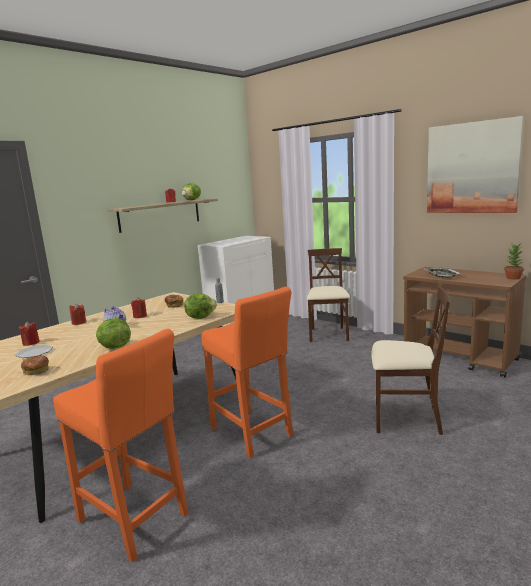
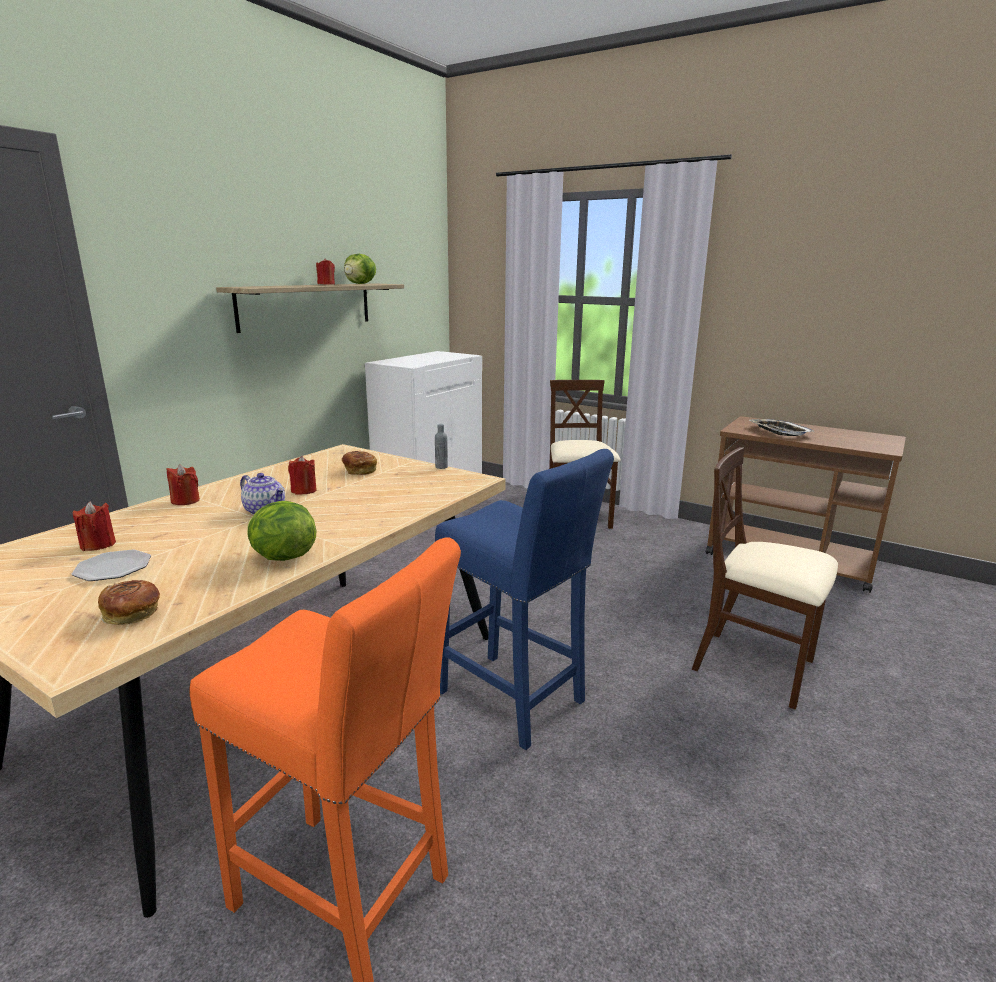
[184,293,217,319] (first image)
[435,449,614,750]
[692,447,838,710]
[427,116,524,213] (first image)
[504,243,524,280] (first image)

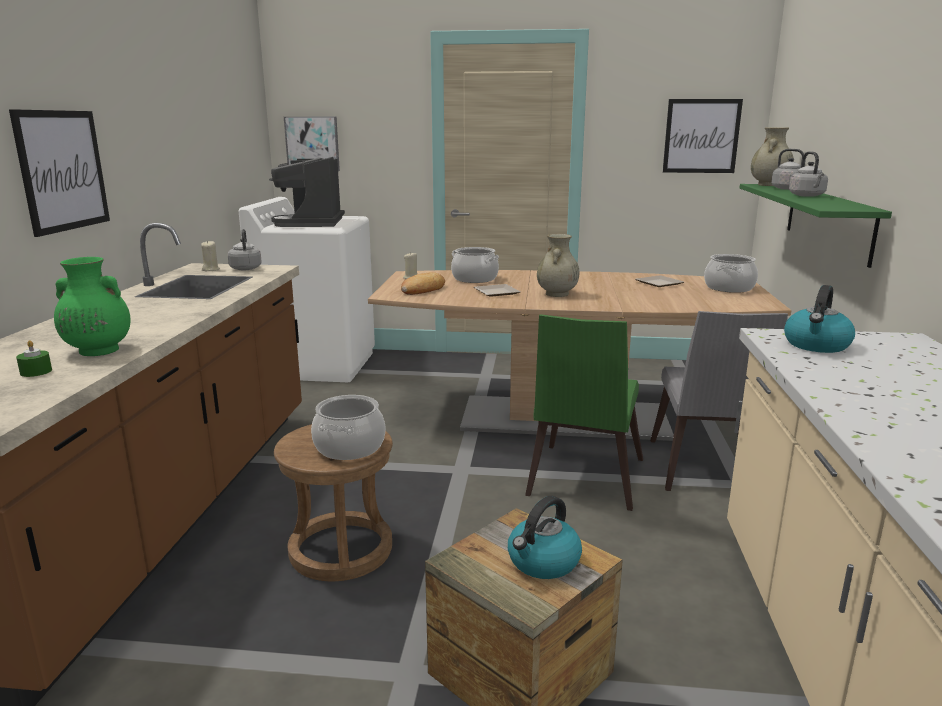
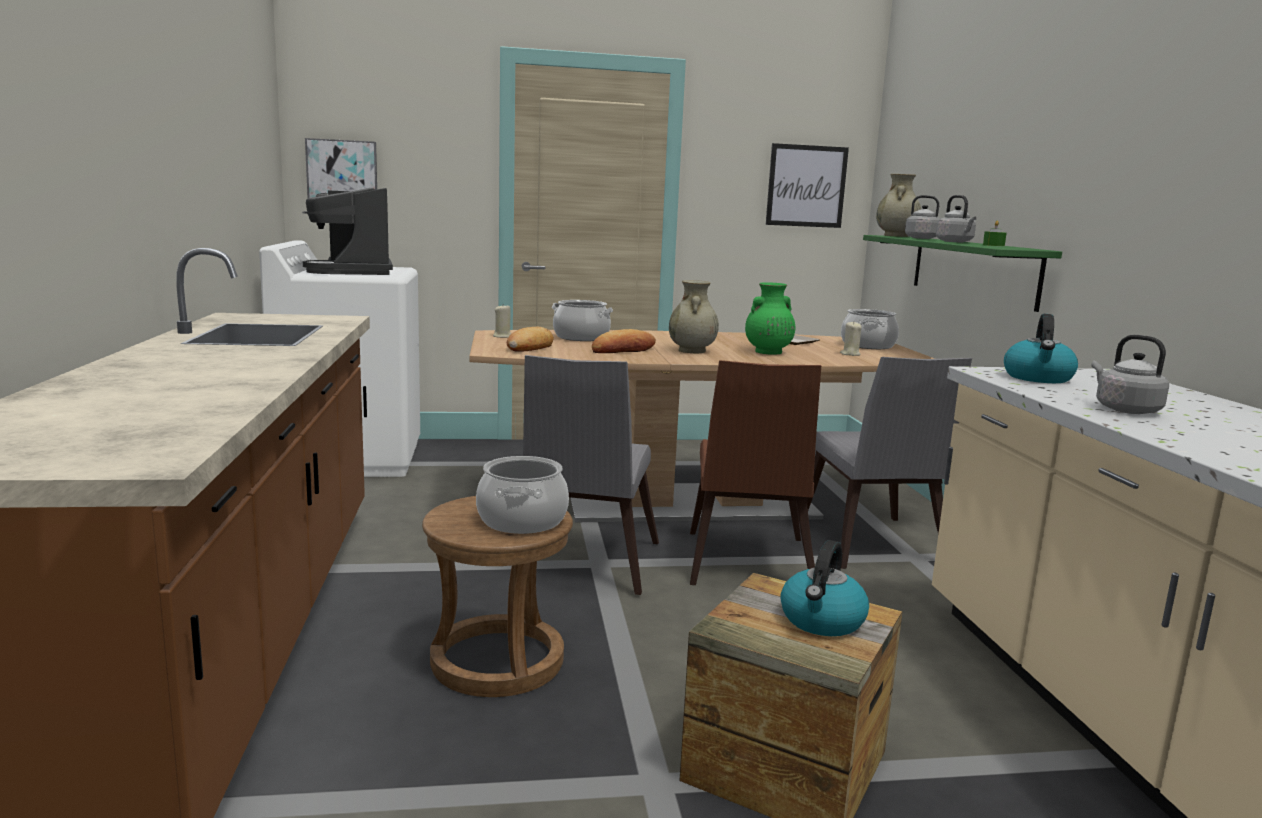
[9,109,110,237] (first image)
[983,221,1007,246]
[745,282,795,355]
[840,322,861,356]
[1092,335,1169,414]
[592,329,656,353]
[690,360,821,585]
[523,355,659,595]

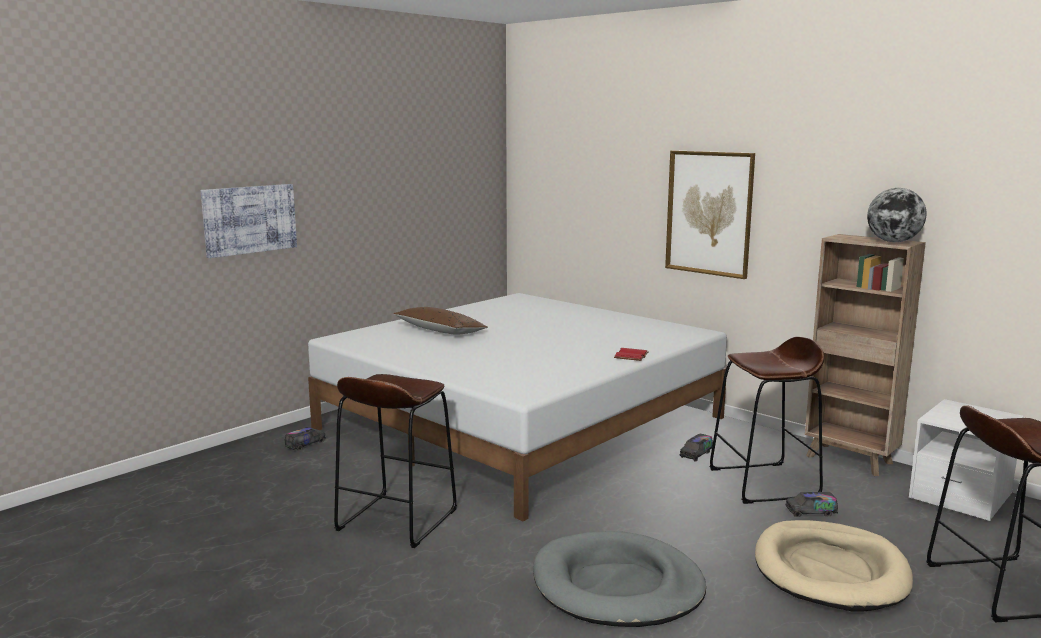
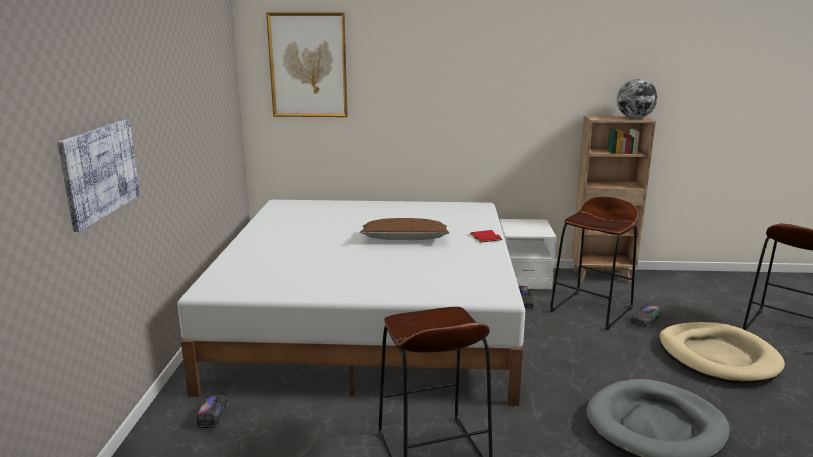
[360,218,450,240]
[266,12,348,117]
[500,219,556,290]

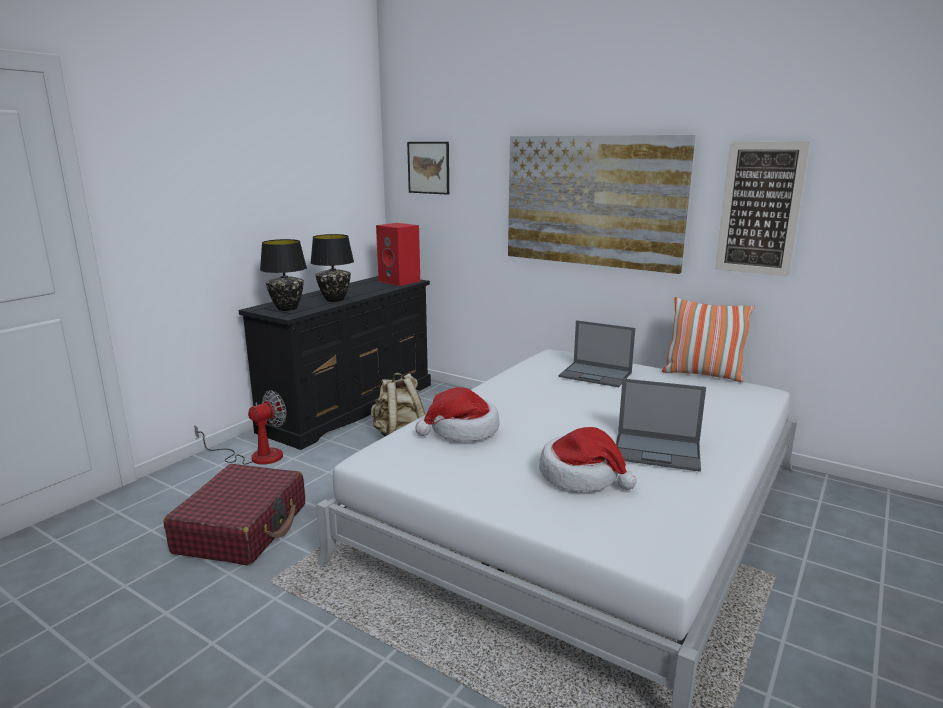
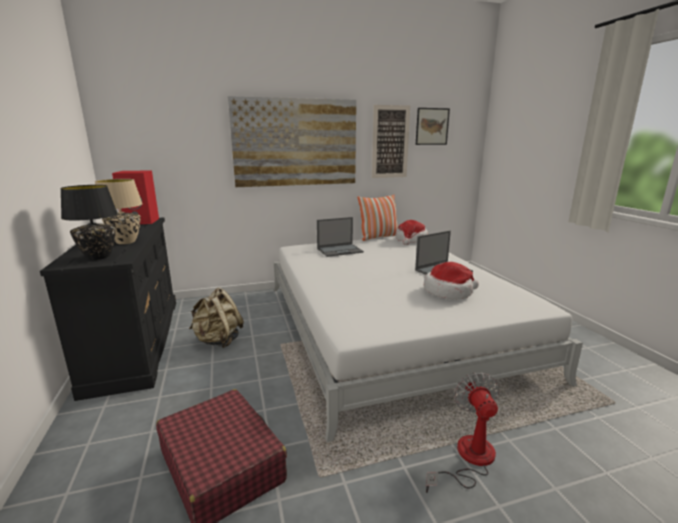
[426,372,499,493]
[95,179,143,244]
[416,108,450,145]
[396,220,428,245]

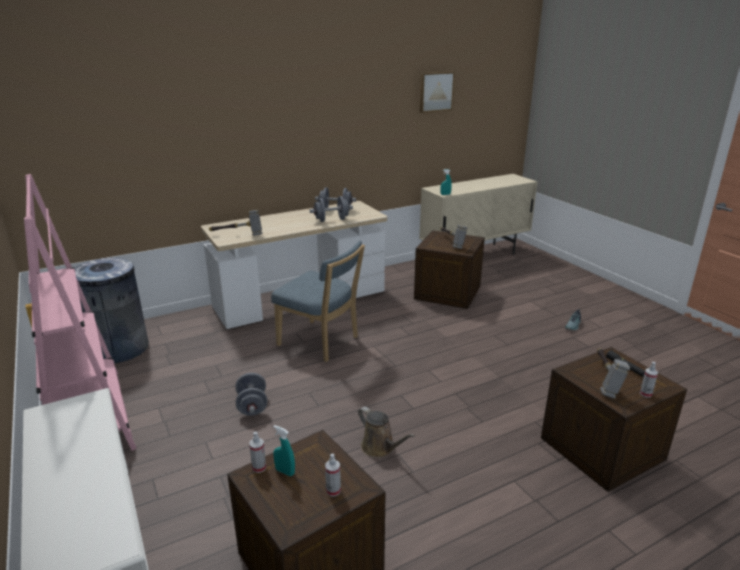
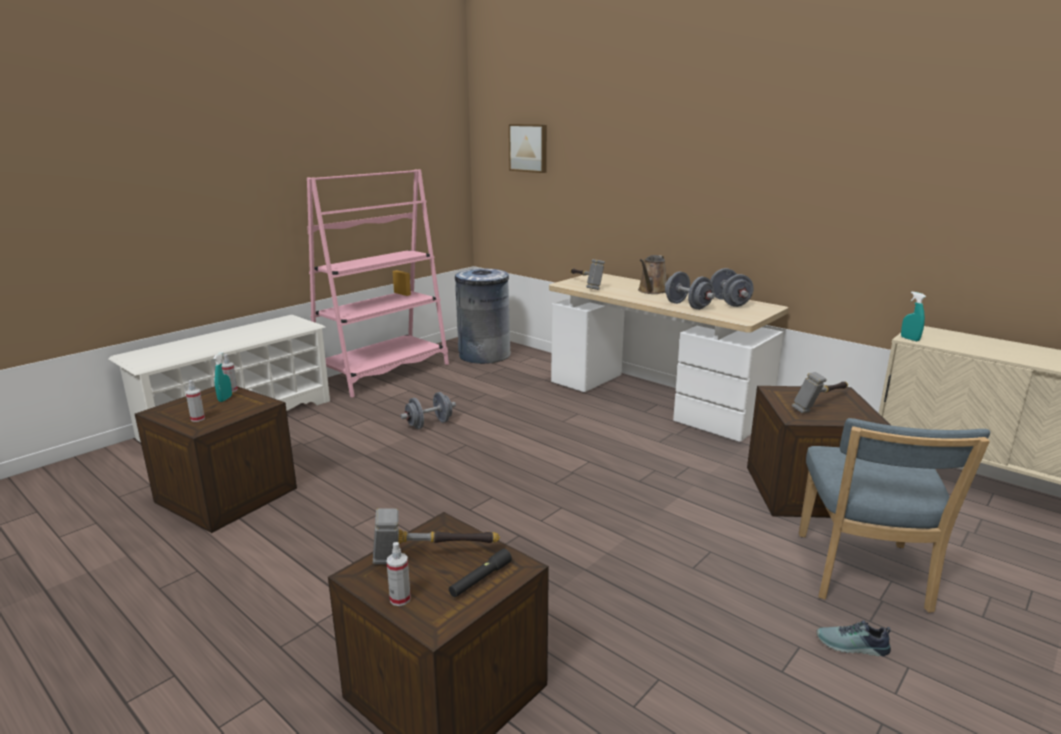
[799,418,990,613]
[638,255,667,294]
[509,124,547,173]

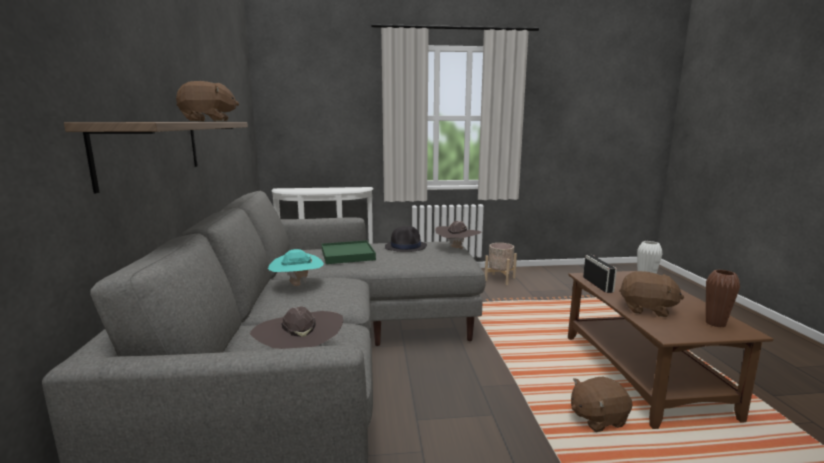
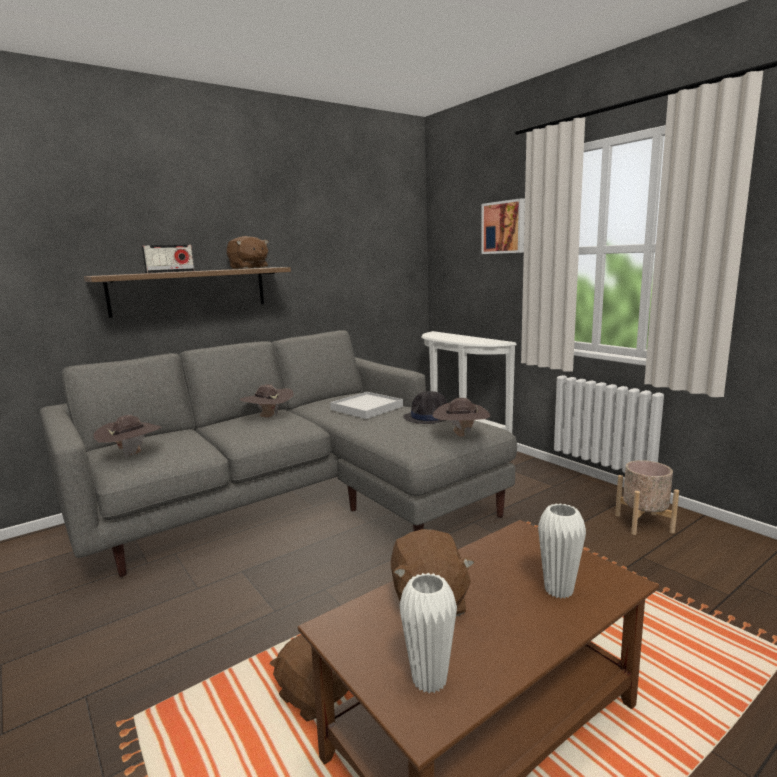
[240,384,294,418]
[330,392,403,419]
[142,245,194,273]
[399,573,457,693]
[481,198,525,254]

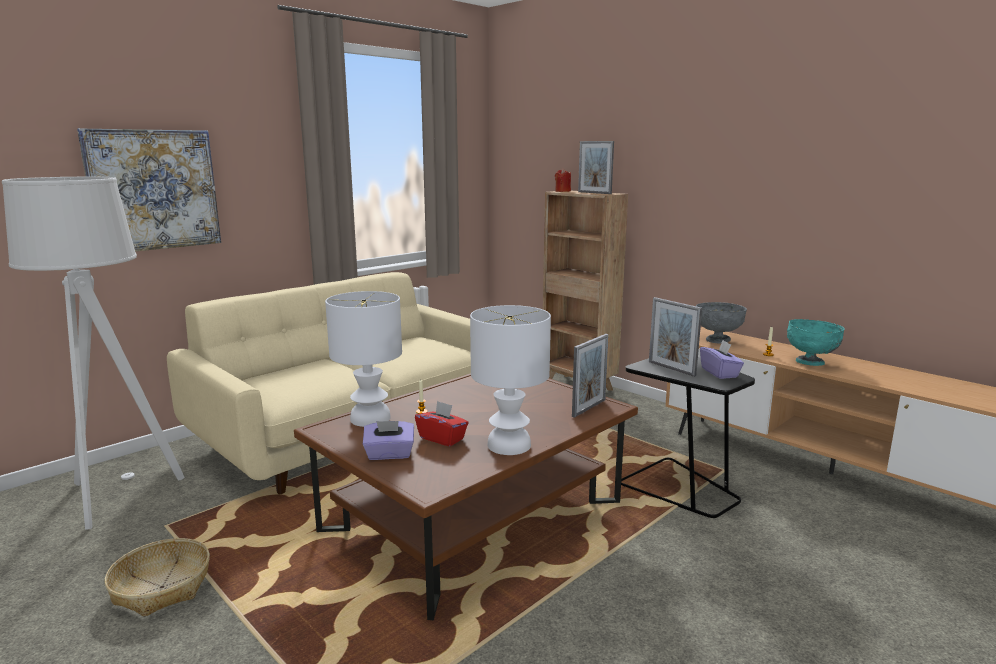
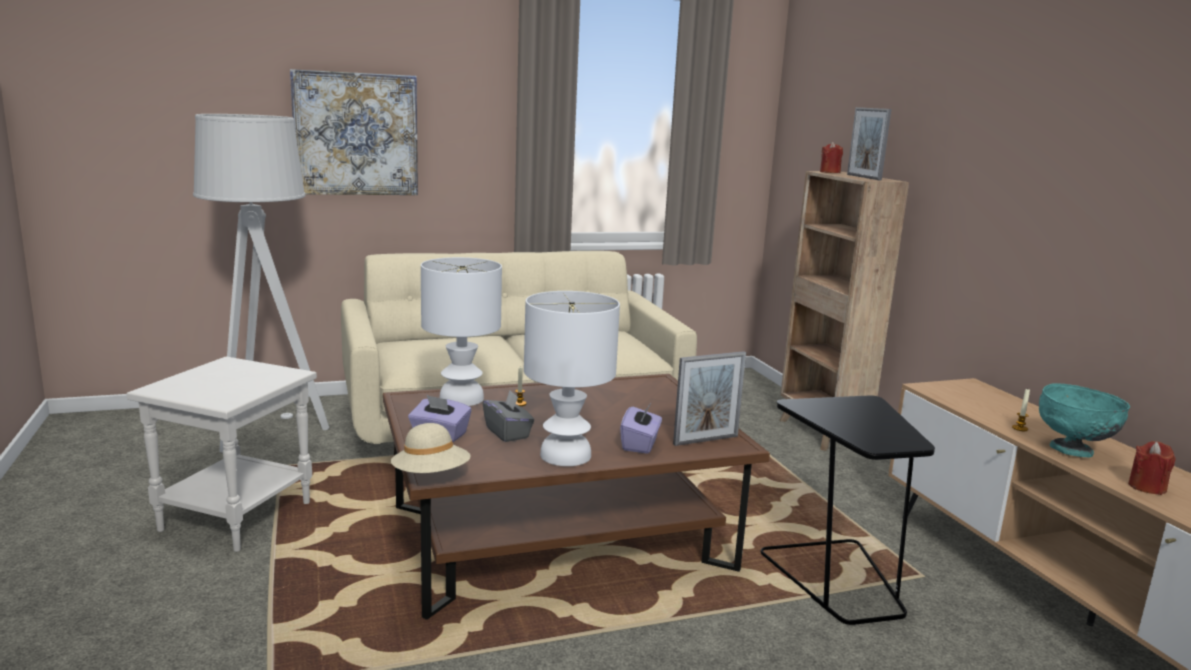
[127,356,317,552]
[483,390,534,442]
[649,297,702,377] (first image)
[696,302,747,344] (first image)
[620,403,662,454]
[391,423,471,473]
[1128,441,1175,495]

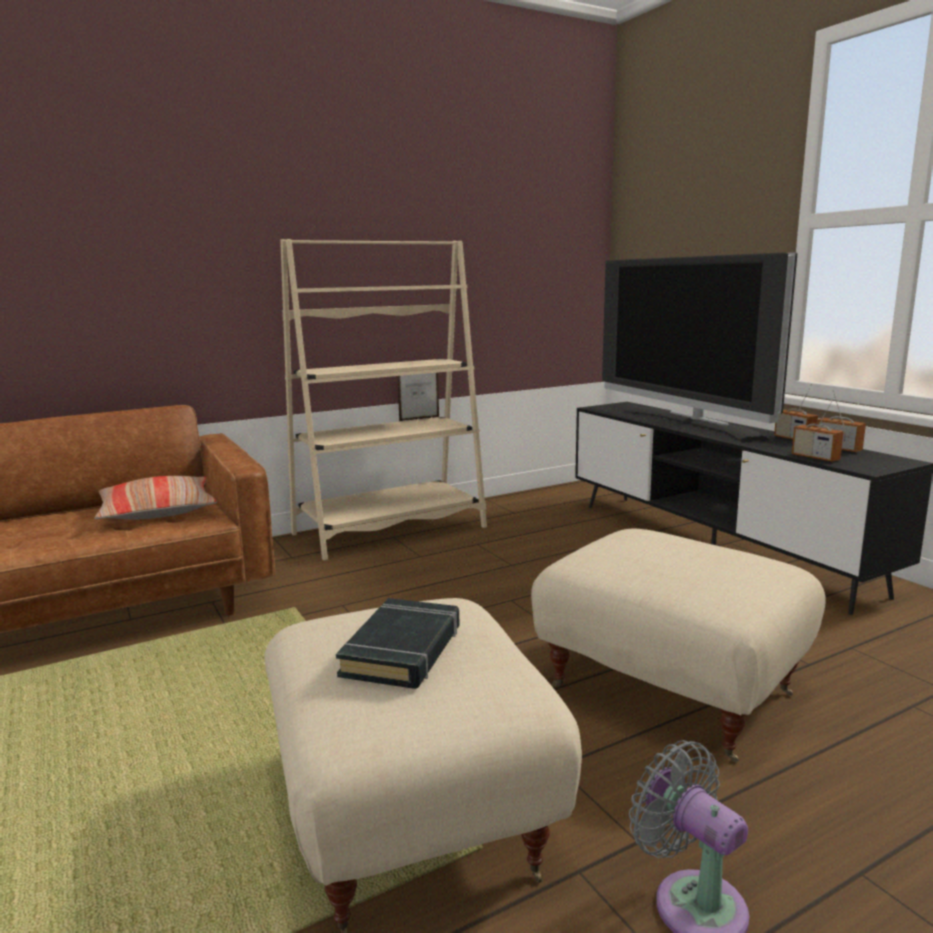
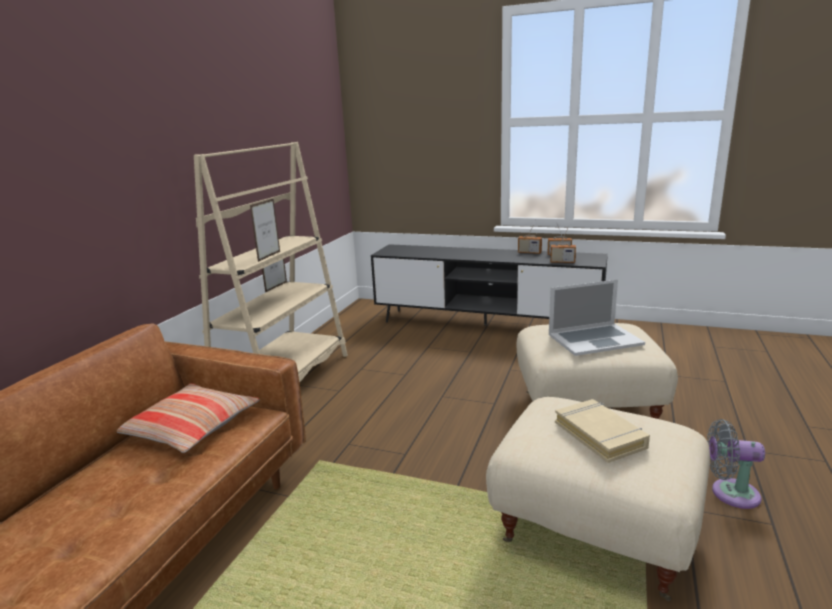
[555,399,650,463]
[602,252,797,441] (first image)
[250,198,280,262]
[549,279,645,356]

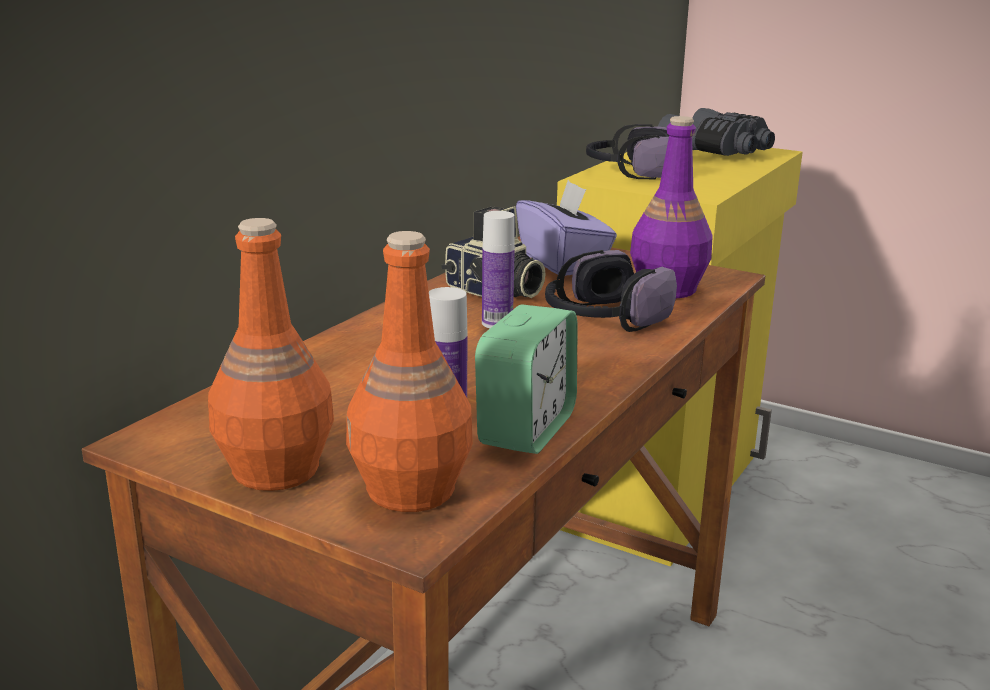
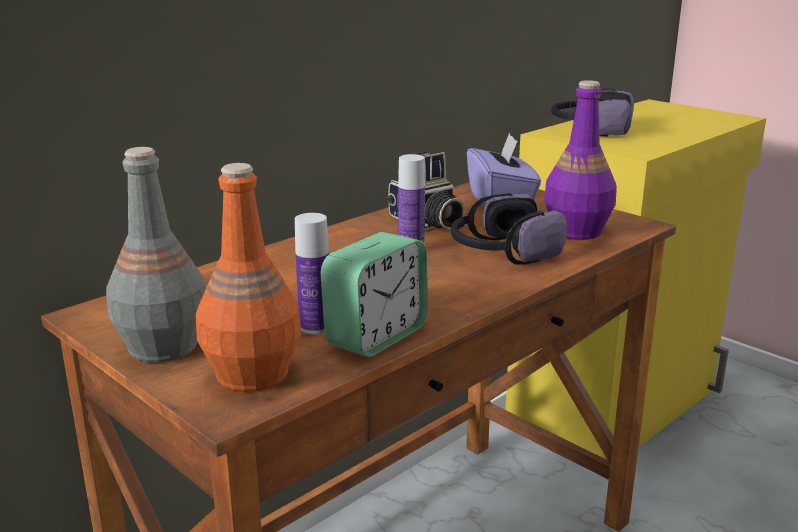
[106,147,205,363]
[658,108,775,156] (first image)

